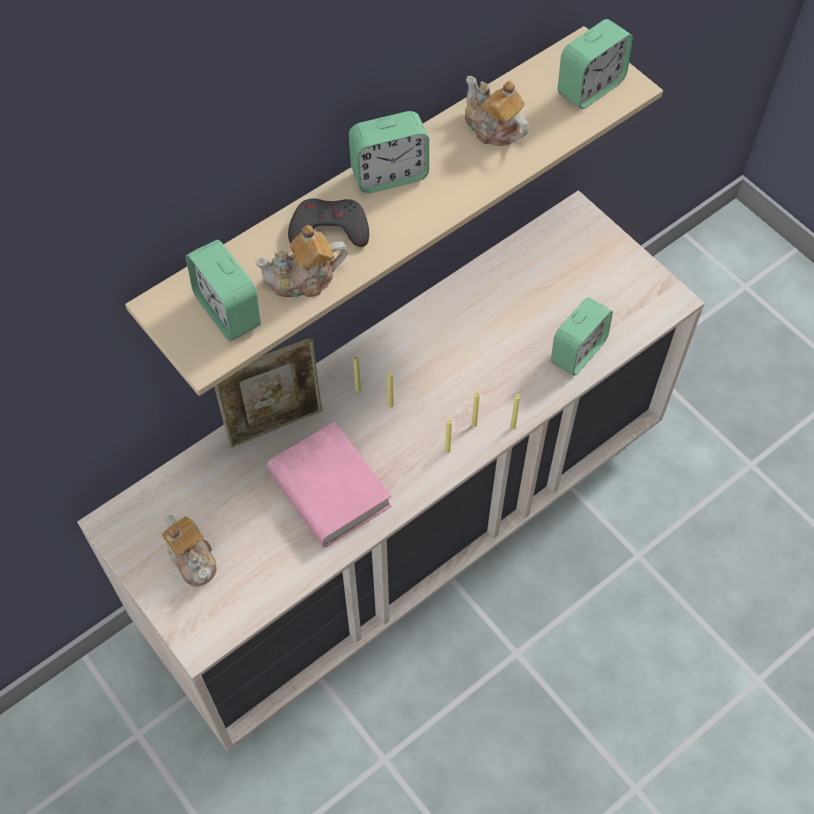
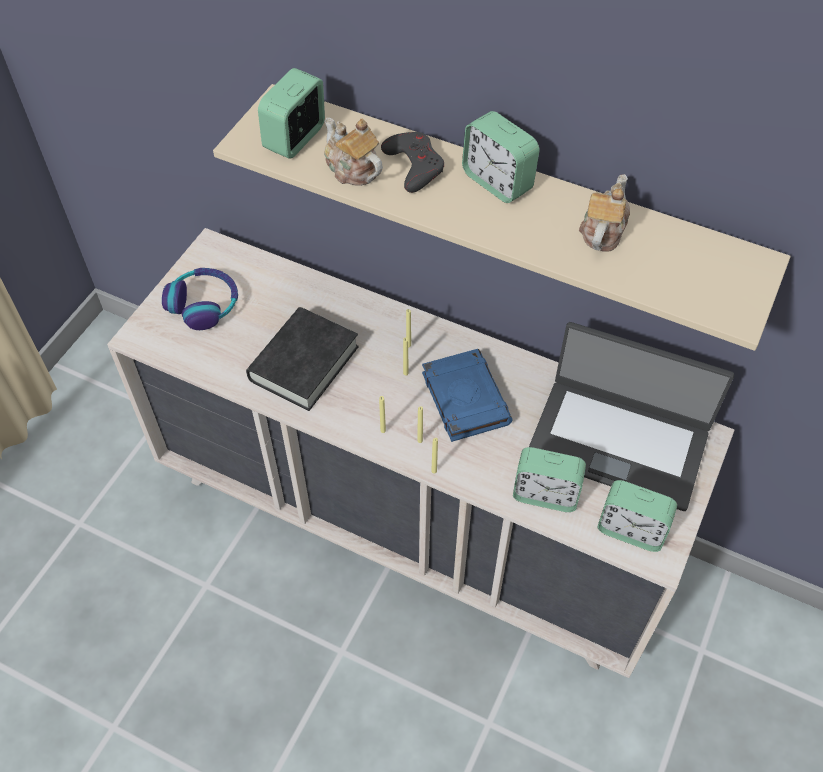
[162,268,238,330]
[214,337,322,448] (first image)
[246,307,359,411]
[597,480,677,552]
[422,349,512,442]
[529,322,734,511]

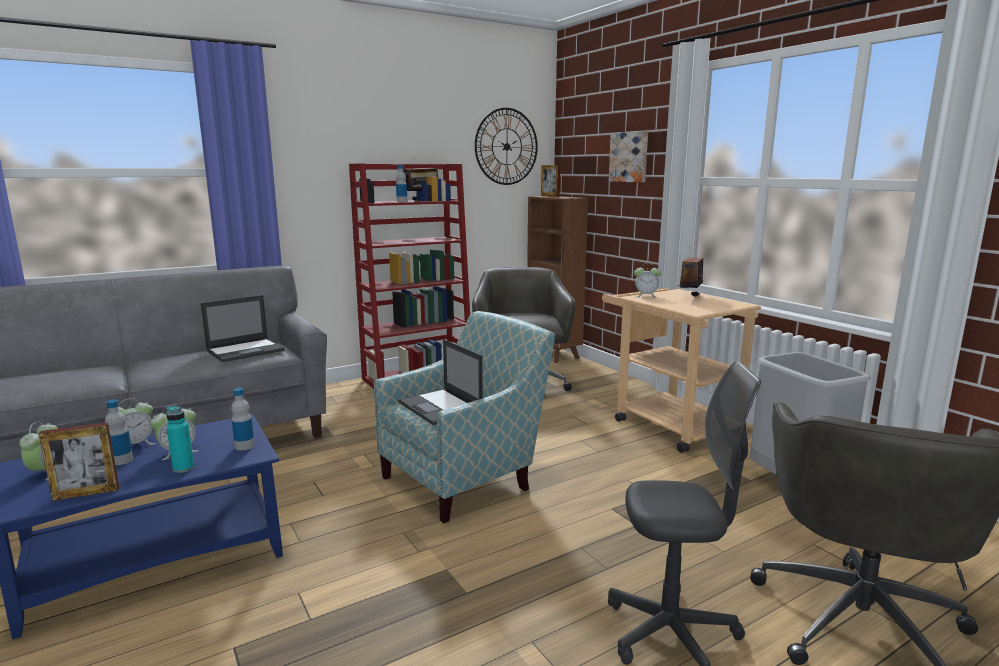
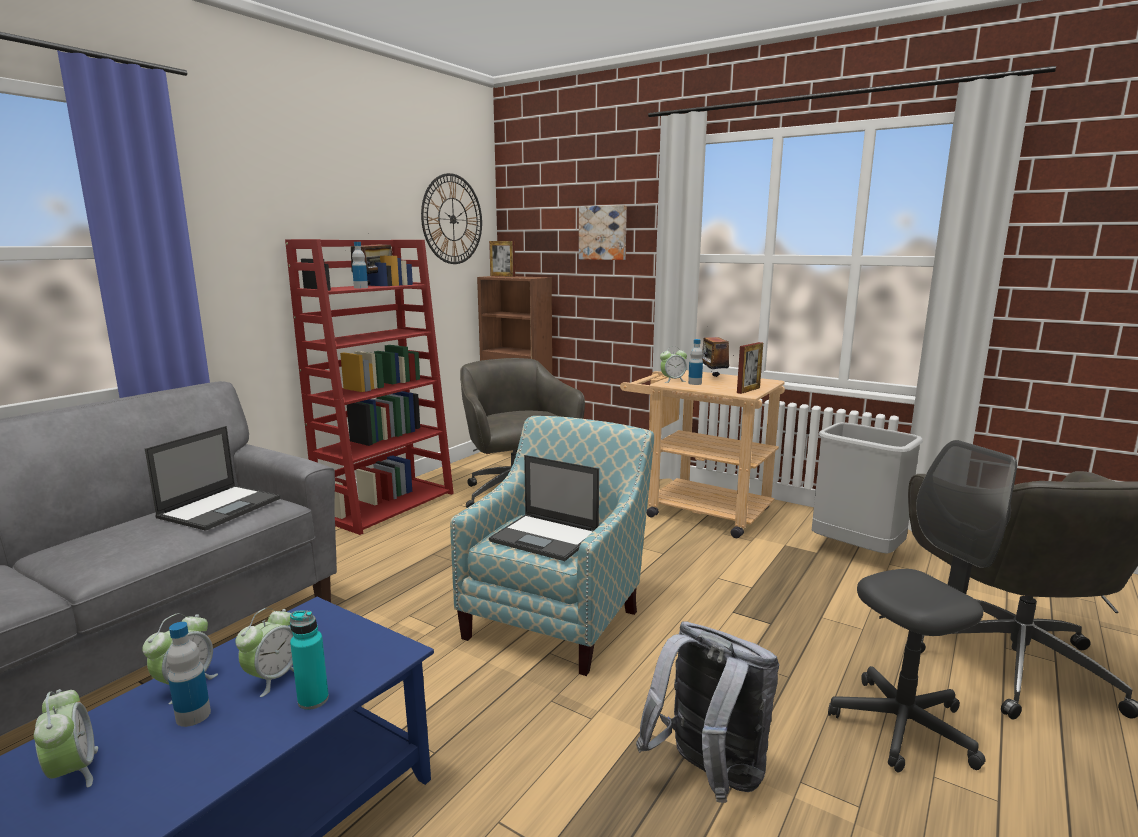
[737,342,763,394]
[688,339,703,385]
[636,621,780,803]

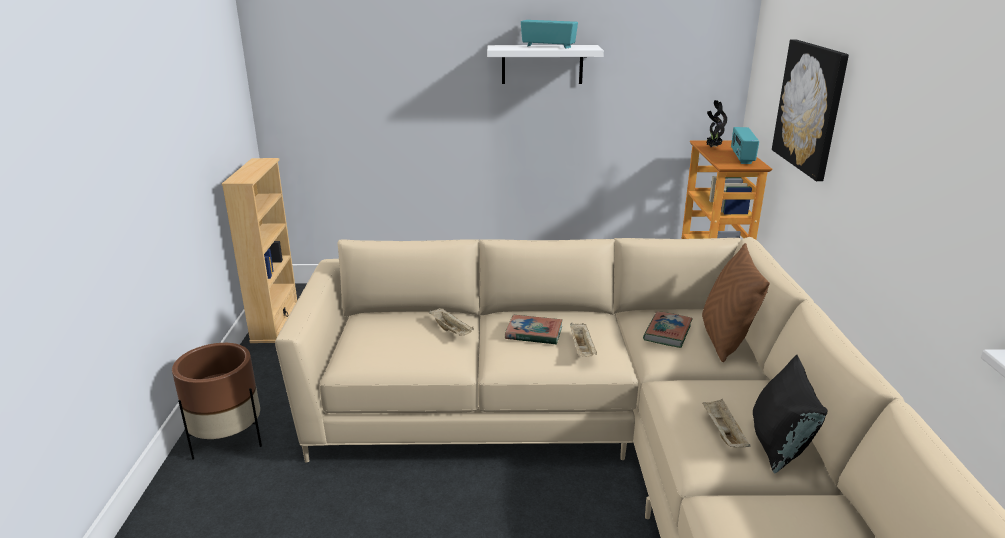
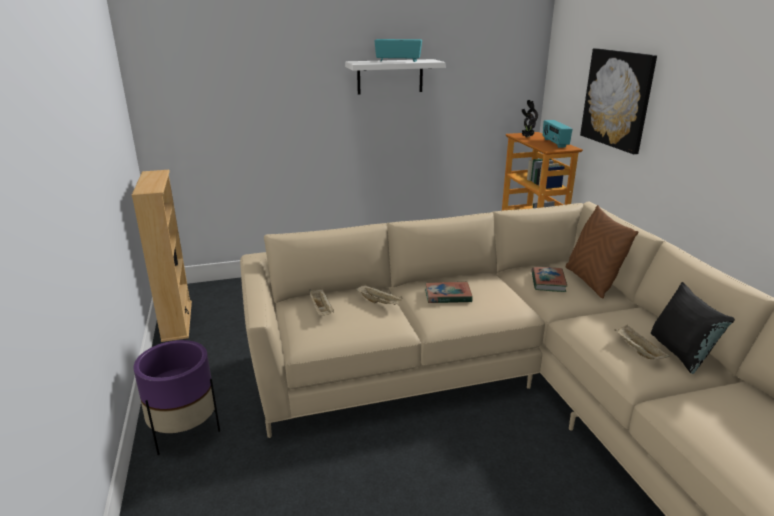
[133,340,220,455]
[309,289,334,315]

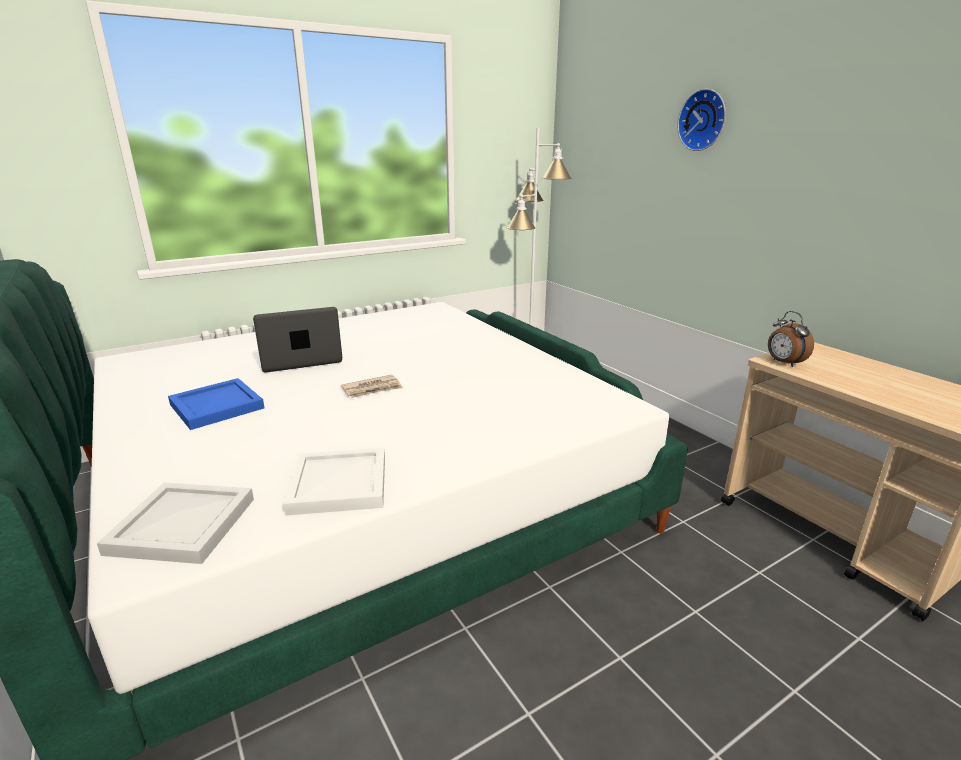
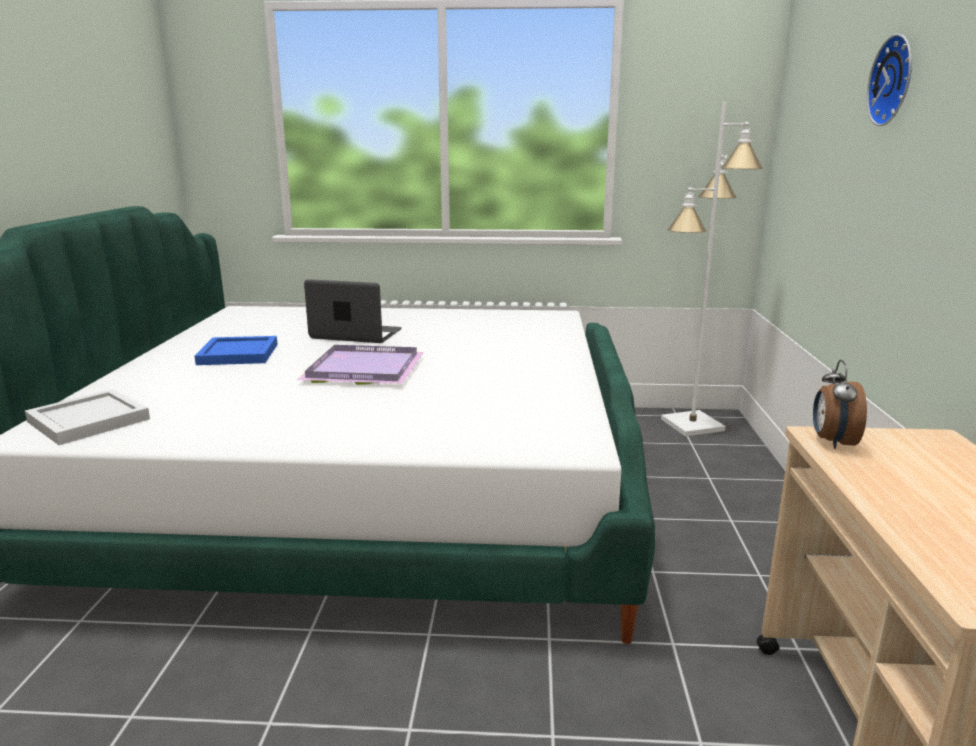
[283,448,385,516] (first image)
[297,345,424,385]

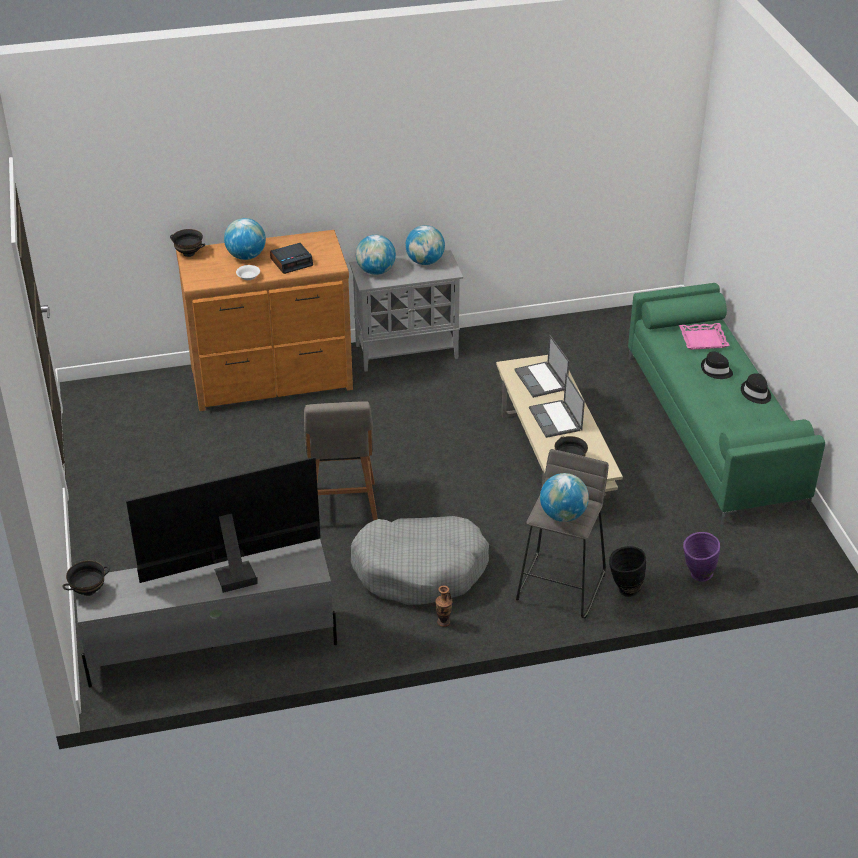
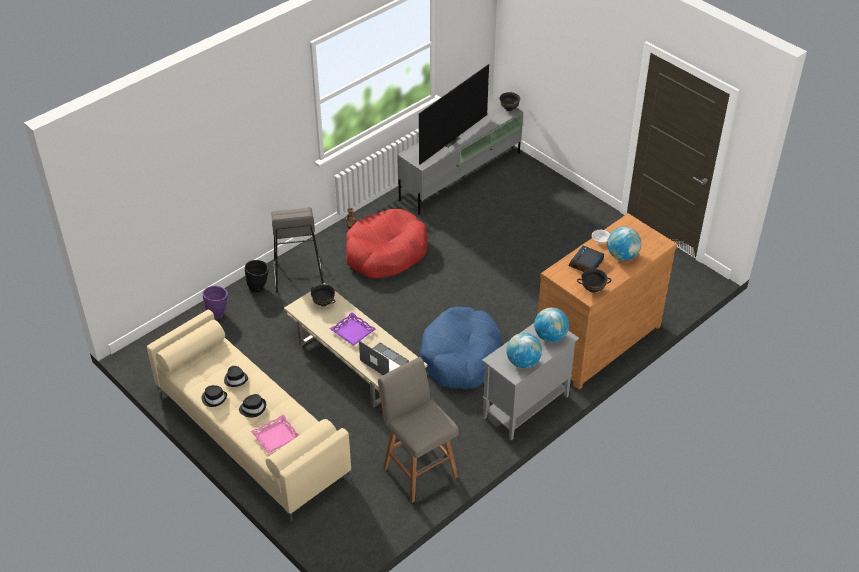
[577,269,612,293]
[378,357,459,503]
[346,209,428,278]
[330,312,376,346]
[540,473,589,522] (first image)
[147,310,351,521]
[224,366,248,387]
[420,307,502,389]

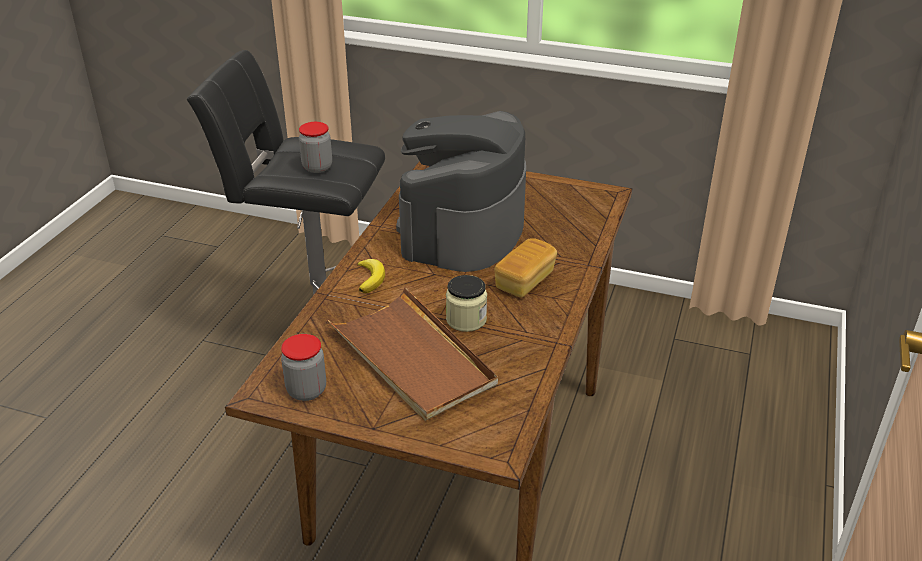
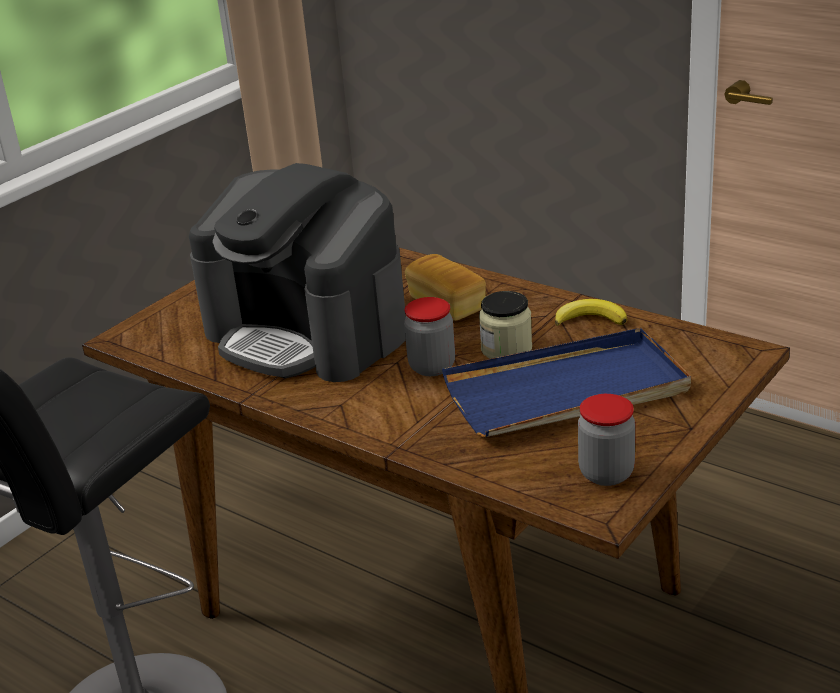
[404,297,455,376]
[442,328,691,438]
[555,299,627,326]

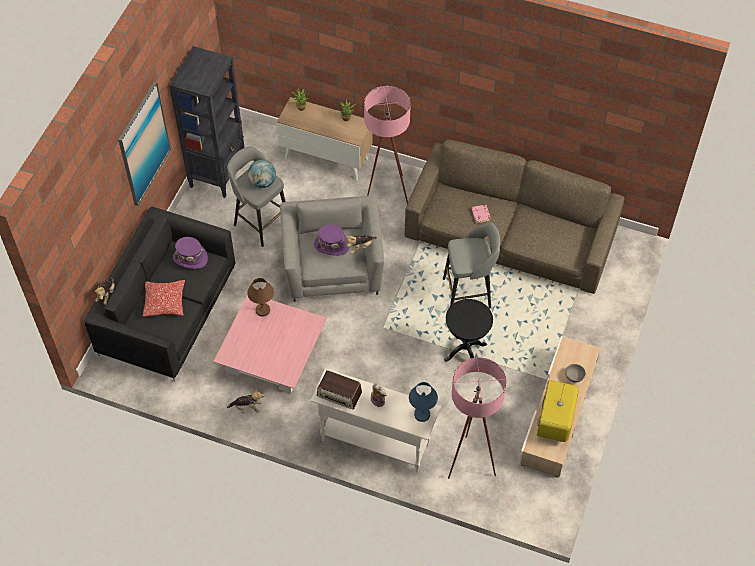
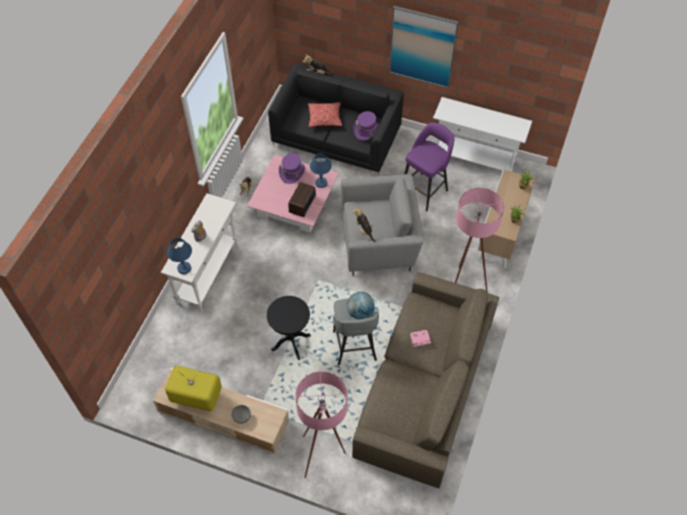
[433,97,532,172]
[404,123,455,211]
[310,153,332,188]
[347,292,375,319]
[279,153,305,184]
[289,182,316,217]
[295,371,348,478]

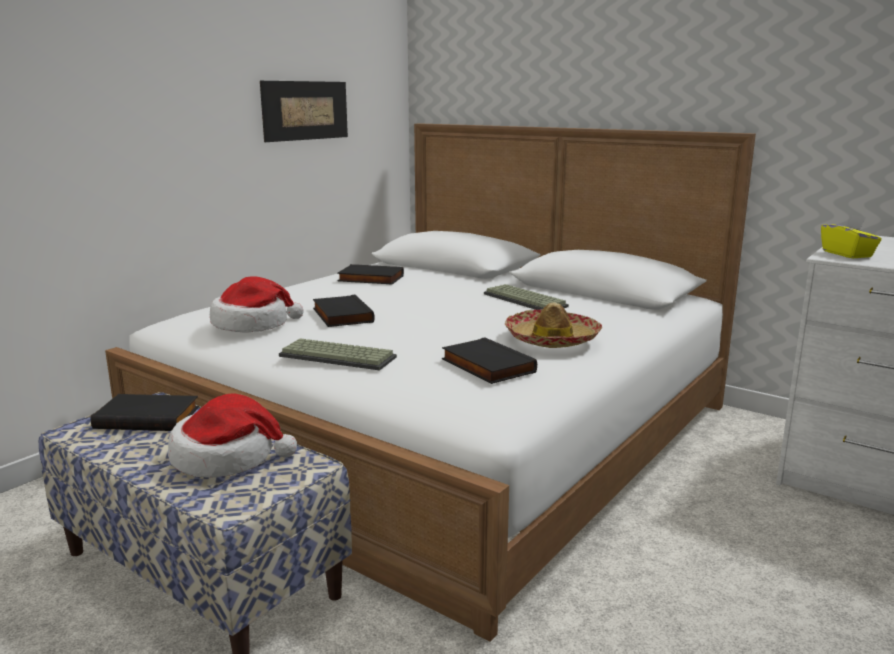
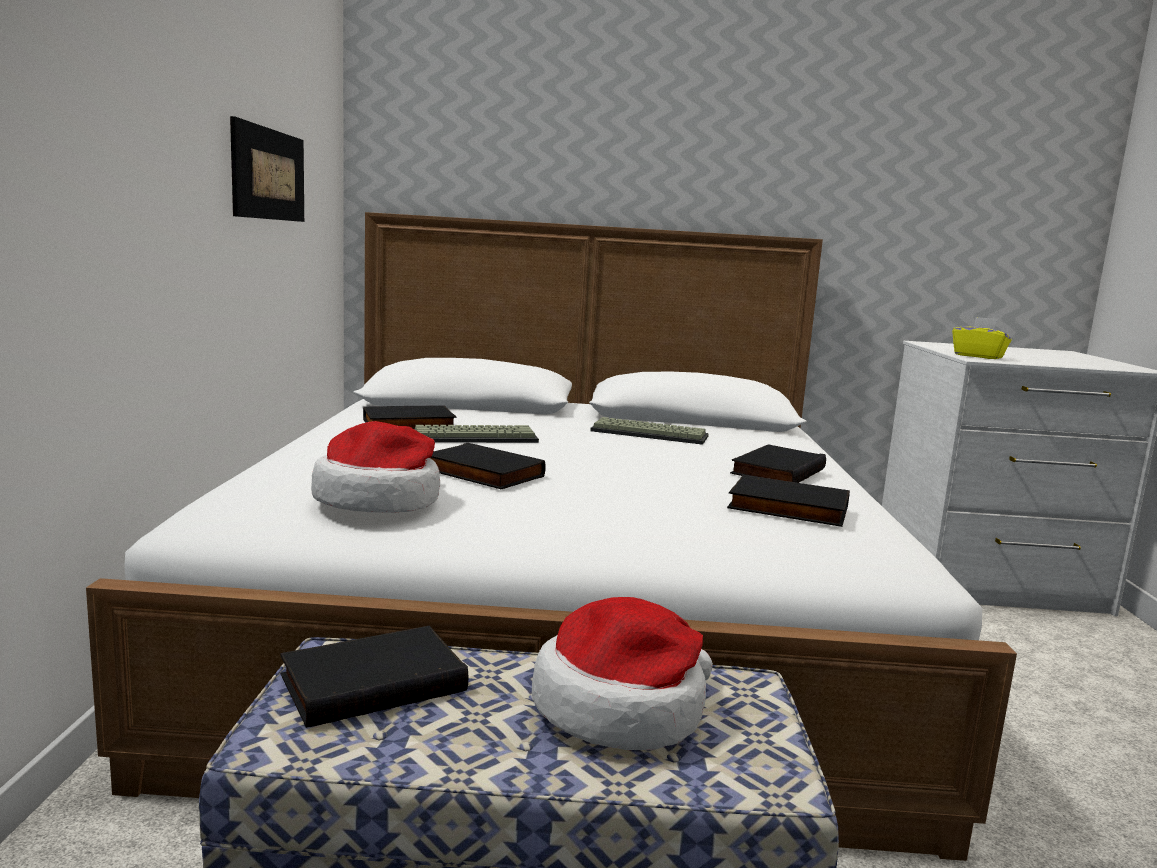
[414,425,539,443]
[730,444,826,483]

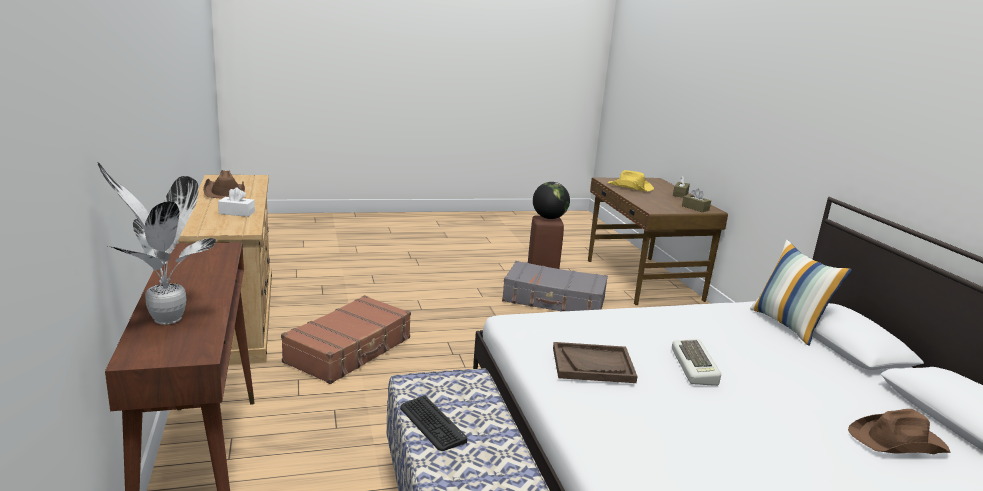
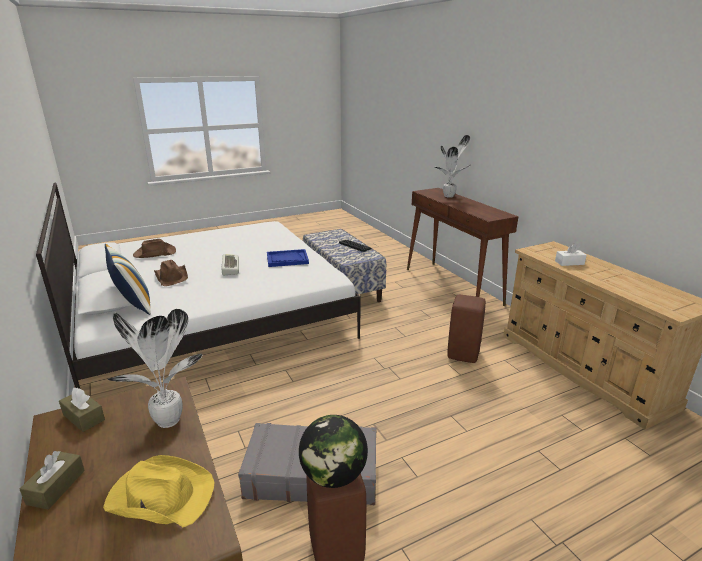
[154,260,188,286]
[447,295,486,363]
[267,249,309,267]
[108,309,202,428]

